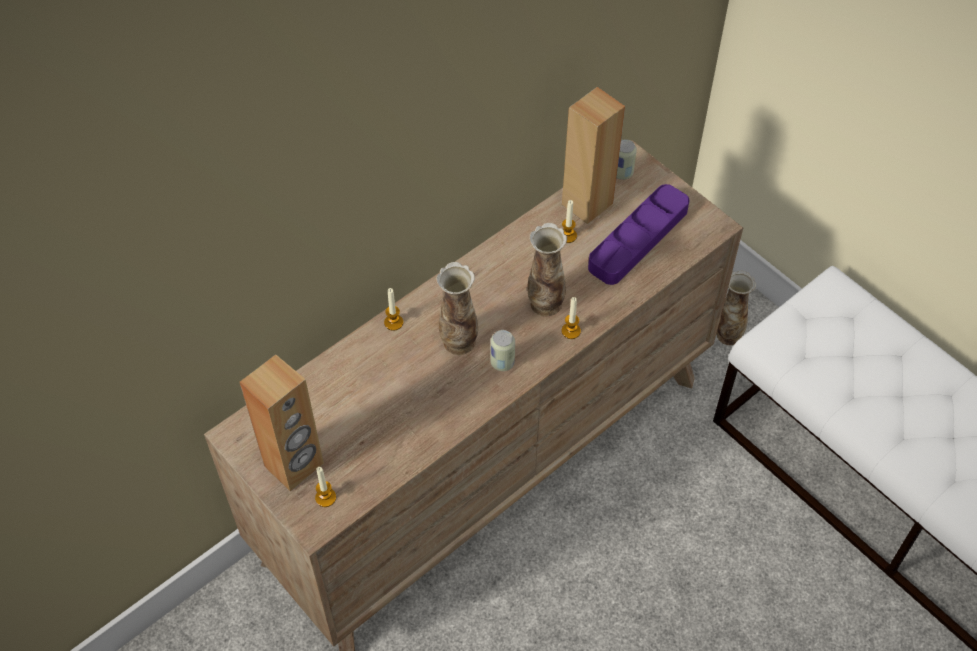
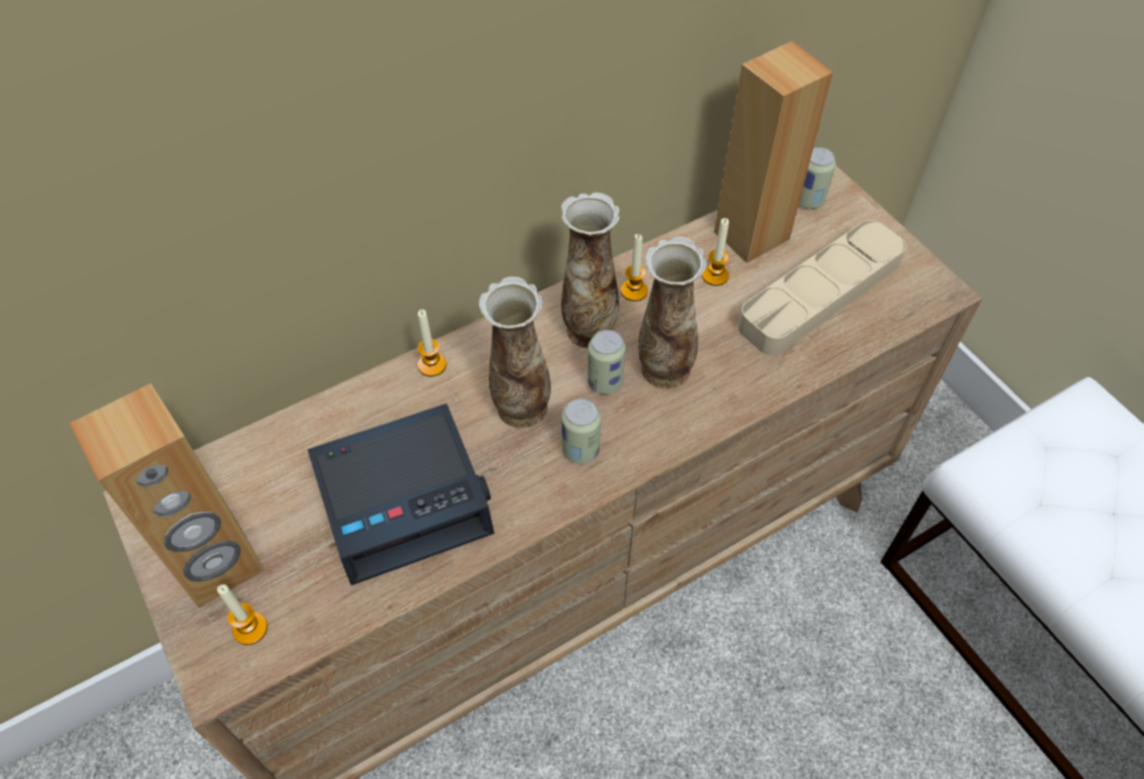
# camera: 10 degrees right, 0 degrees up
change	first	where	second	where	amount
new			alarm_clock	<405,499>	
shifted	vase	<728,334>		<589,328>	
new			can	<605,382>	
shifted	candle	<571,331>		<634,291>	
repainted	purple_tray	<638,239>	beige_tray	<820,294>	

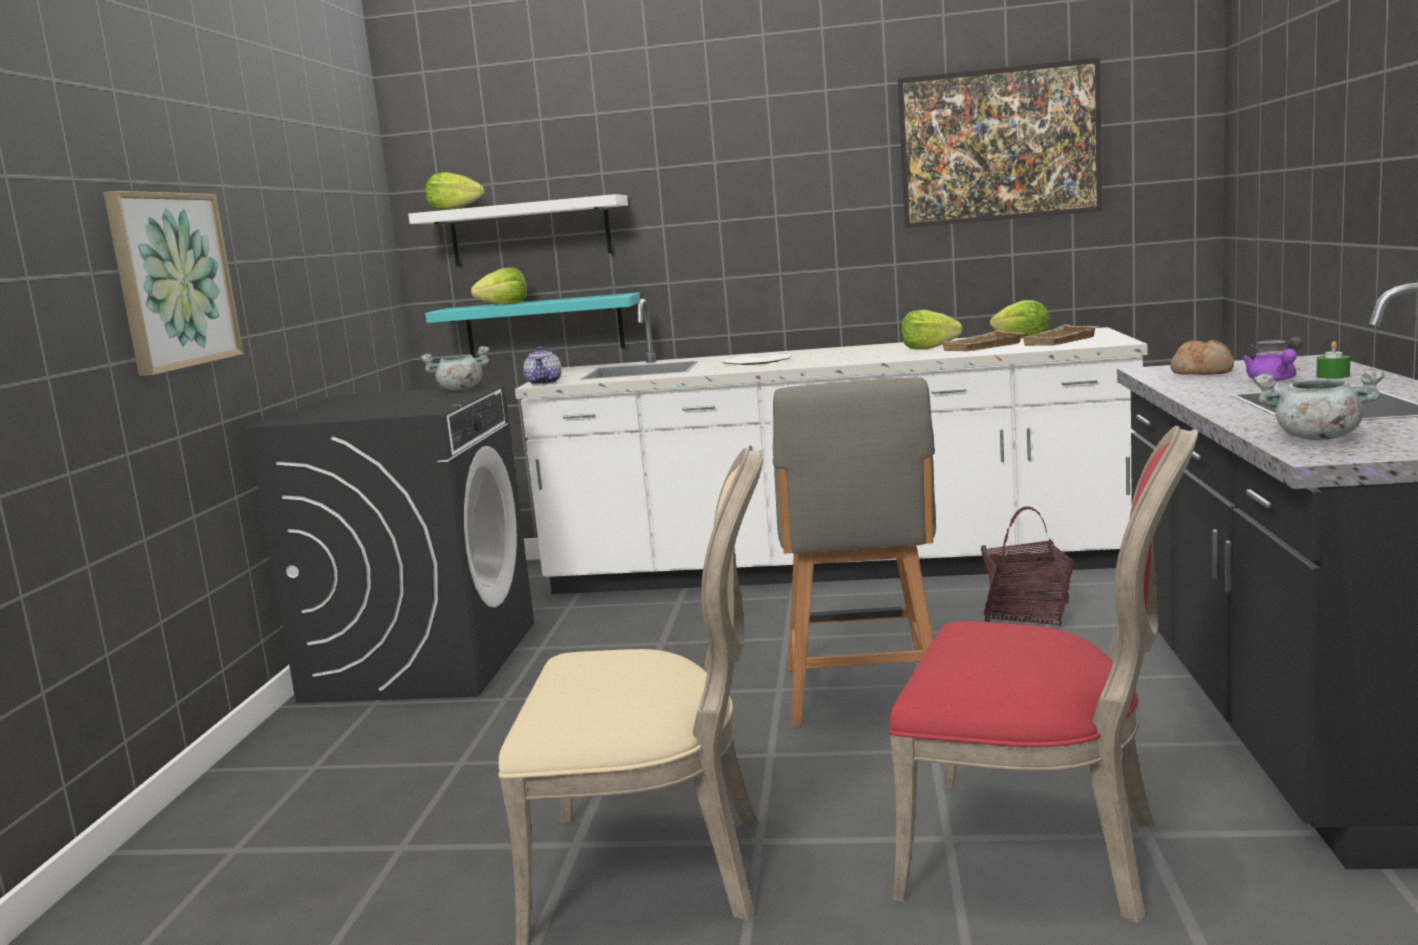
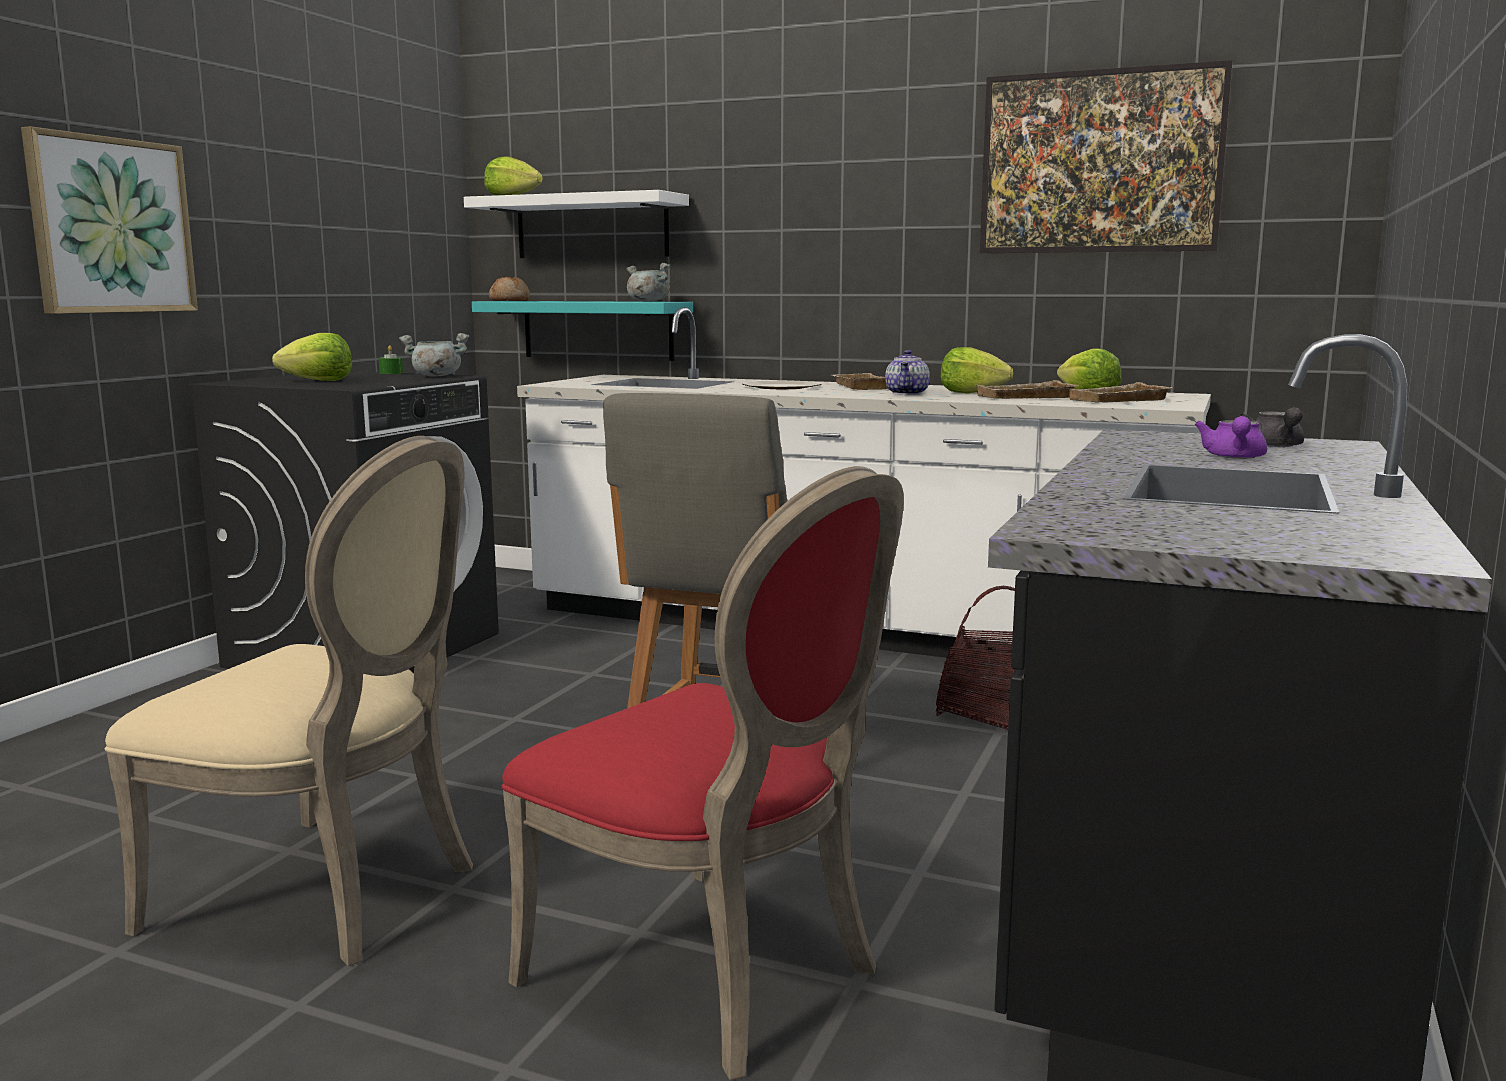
# camera: 15 degrees right, 0 degrees up
change	first	where	second	where	amount
shifted	lettuce	<504,304>		<318,380>	
shifted	green_candle	<1333,376>		<391,373>	
shifted	bread	<1202,372>		<510,300>	
shifted	grey_cooking_pot	<1315,438>		<647,301>	
new			beige_tray	<858,387>	
shifted	teapot	<544,383>		<907,393>	

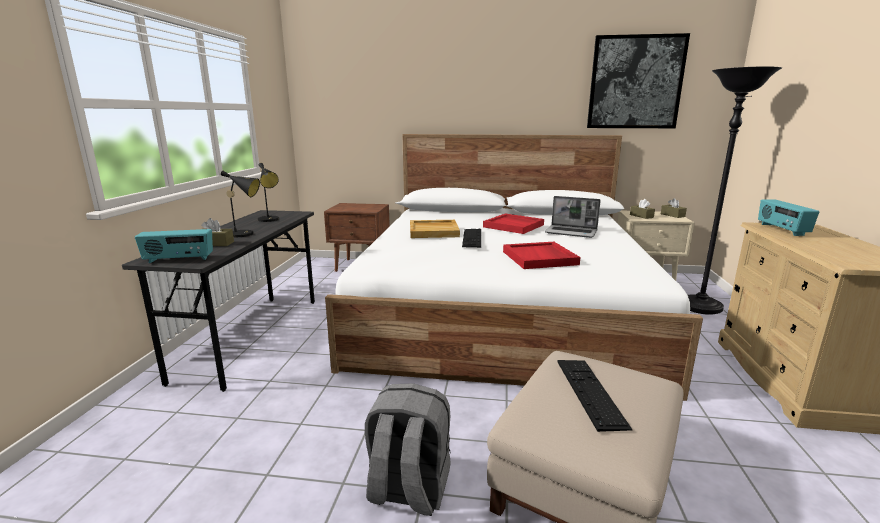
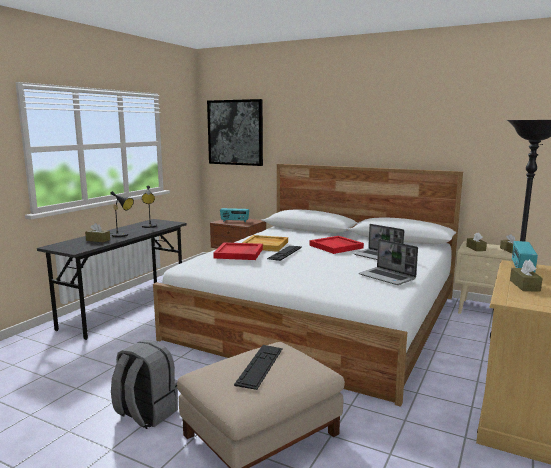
# camera: 20 degrees right, 5 degrees down
change	first	where	second	where	amount
shifted	picture	<635,82>		<235,132>	
shifted	red_tray	<540,258>		<239,253>	
shifted	radio	<179,260>		<234,221>	
new			laptop	<387,277>	
new			brown_tissue_box	<524,286>	

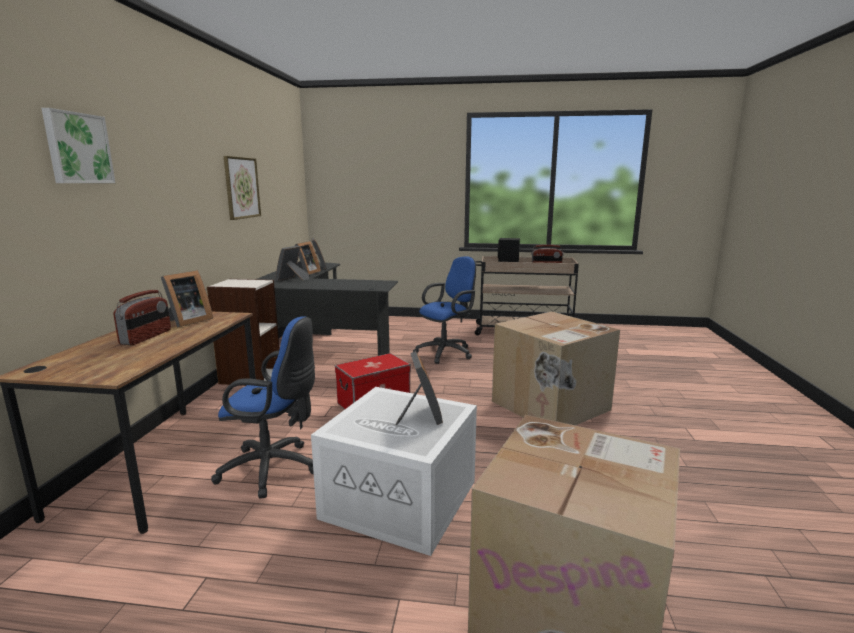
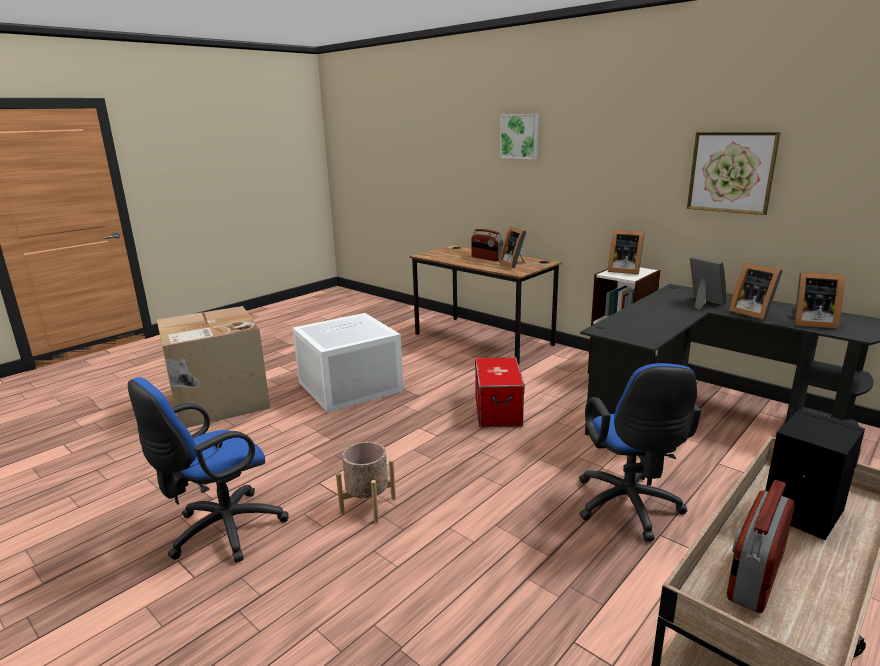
# camera: 125 degrees right, 5 degrees up
change	first	where	second	where	amount
shifted	blue_office_chair	<274,469>		<221,532>	
swapped	cardboard_box	<550,406>	beige_planter	<368,505>	
shifted	picture_frame	<420,416>		<623,270>	

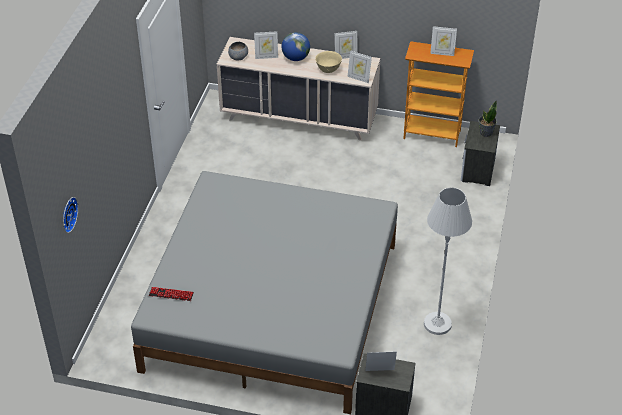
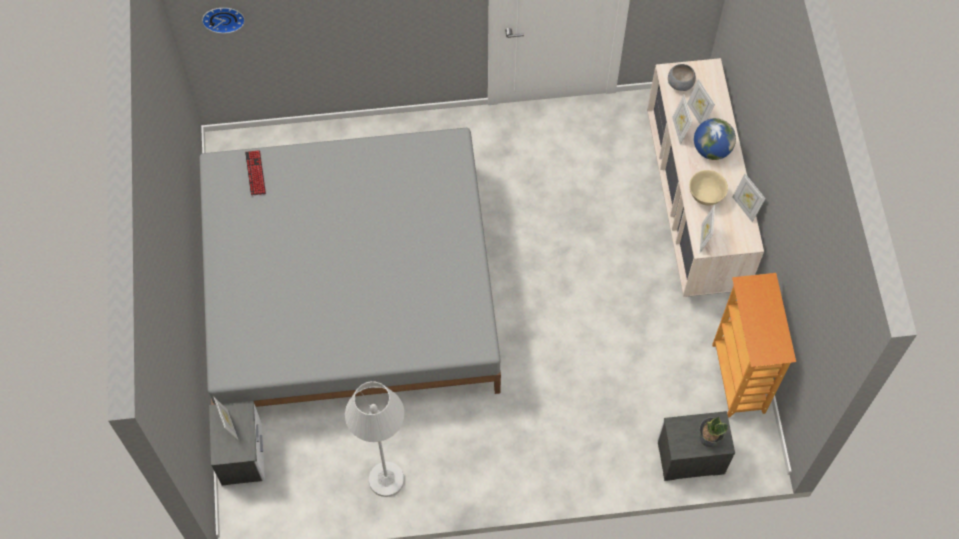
# camera: 70 degrees right, 20 degrees up
change	first	where	second	where	amount
shifted	picture_frame	<442,53>		<679,130>	

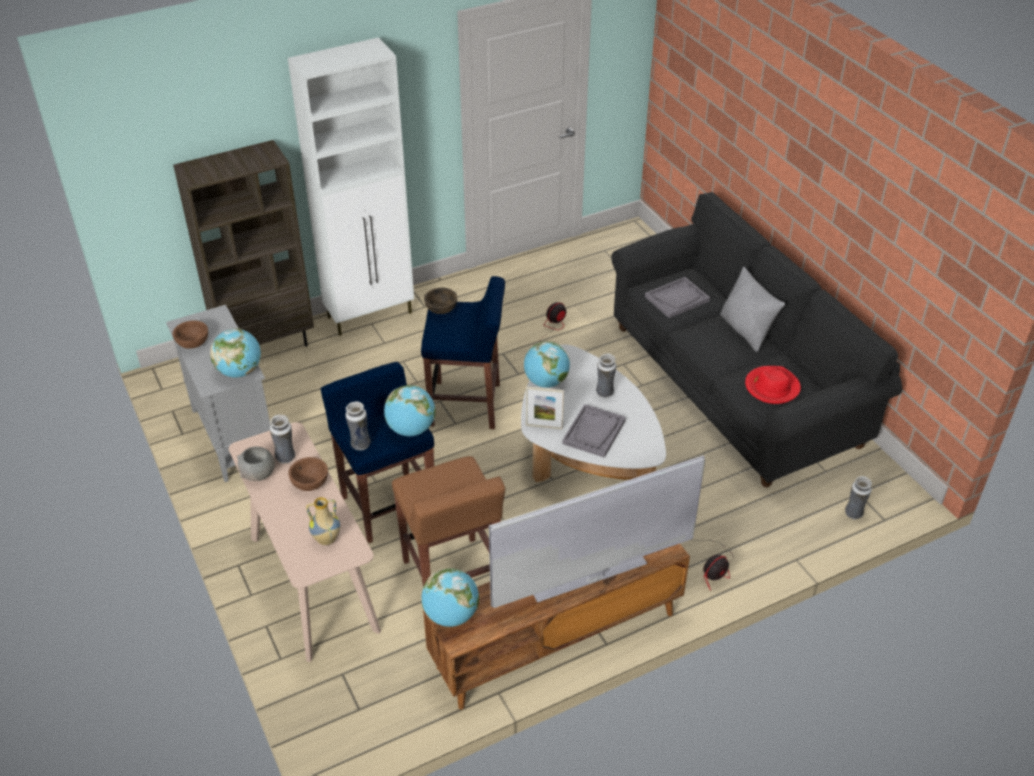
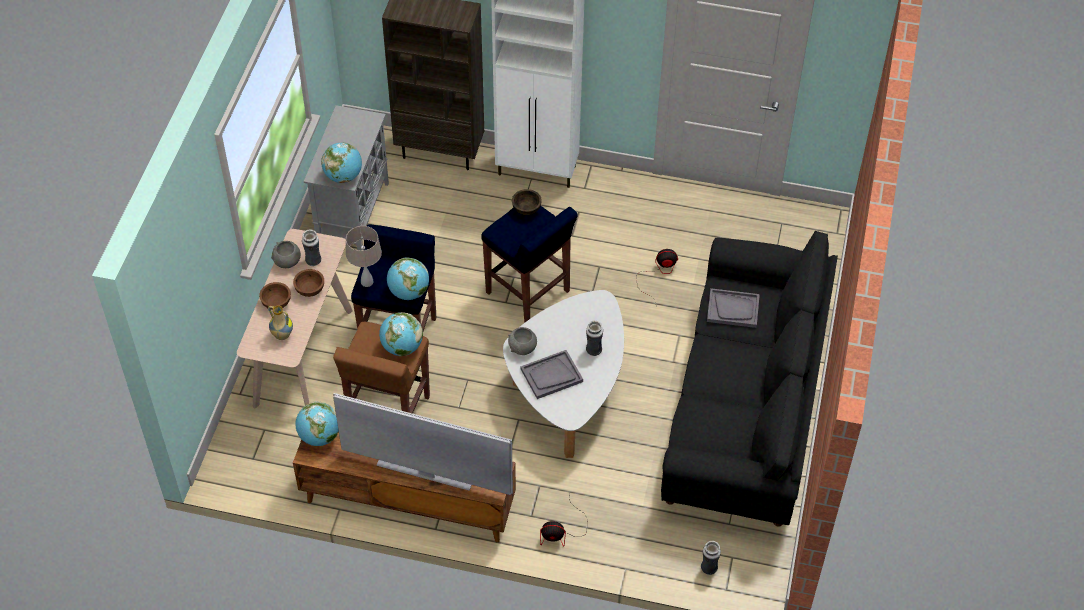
# camera: 40 degrees right, 10 degrees up
change	first	where	second	where	amount
shifted	brown_bowl	<193,343>		<276,302>	
swapped	vase	<360,444>	beige_table_lamp	<367,281>	
shifted	globe	<546,382>		<402,347>	
swapped	picture_frame	<544,426>	grey_bowl	<523,348>	
gone	grey_pillow	<746,331>			
gone	red_hat	<771,387>			

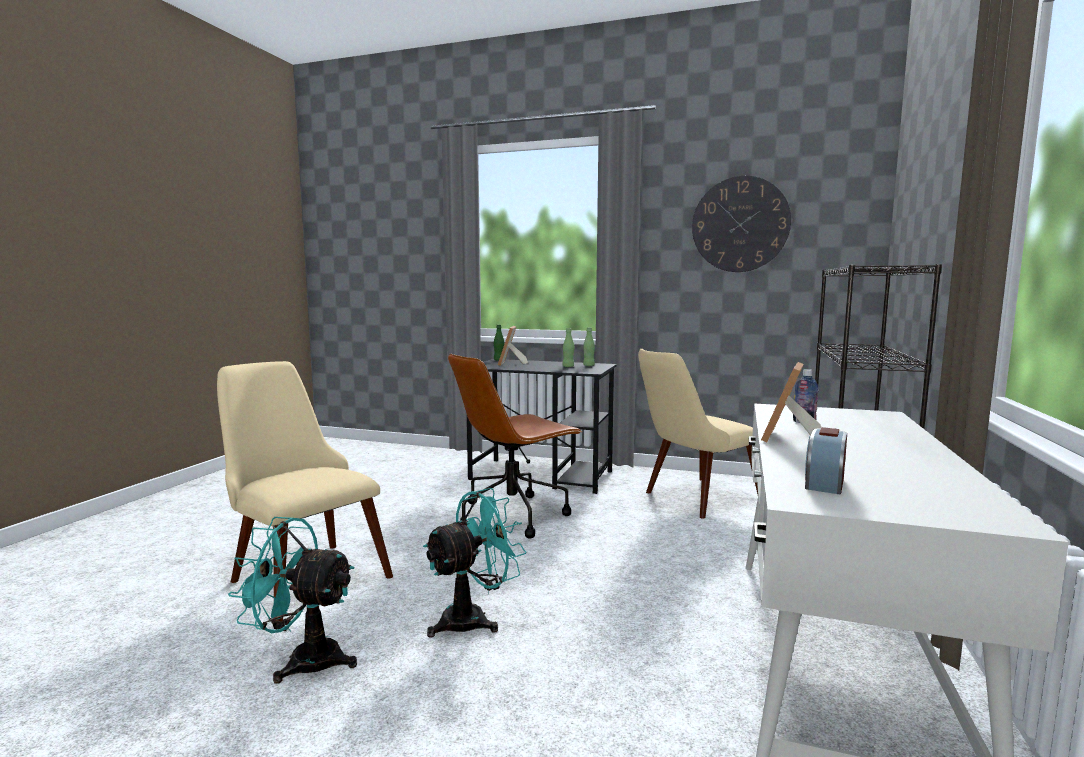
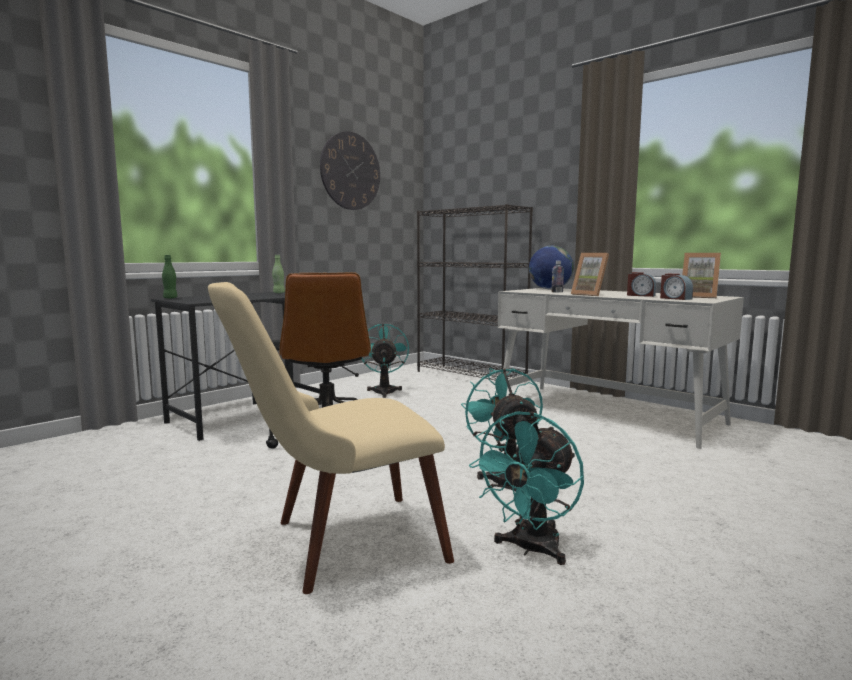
# camera: 65 degrees left, 0 degrees up
change	first	where	second	where	amount
swapped	beige_chair	<692,500>	turquoise_fan	<384,391>	
new			globe	<550,289>	
new			alarm_clock	<640,295>	
shifted	picture_frame	<511,364>		<698,297>	
gone	green_bottle	<568,366>			

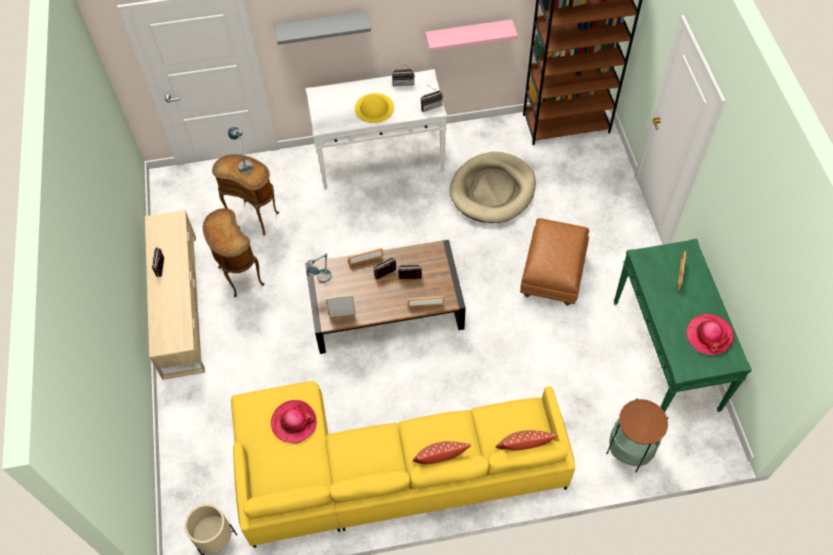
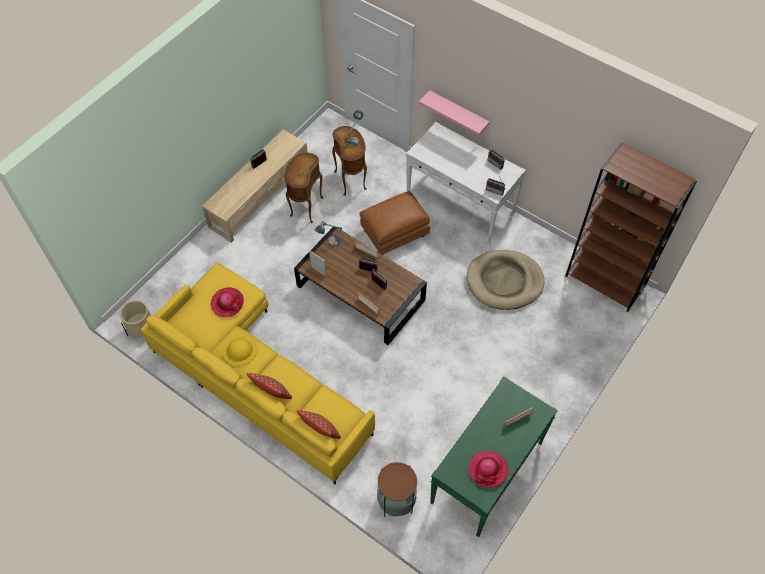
# camera: 45 degrees right, 0 degrees up
change	first	where	second	where	amount
shifted	yellow_hat	<374,108>		<240,350>	
shifted	brown_ottoman	<552,275>		<394,234>	
shifted	pink_shelf	<468,34>		<458,112>	
gone	grey_shelf	<322,27>			

